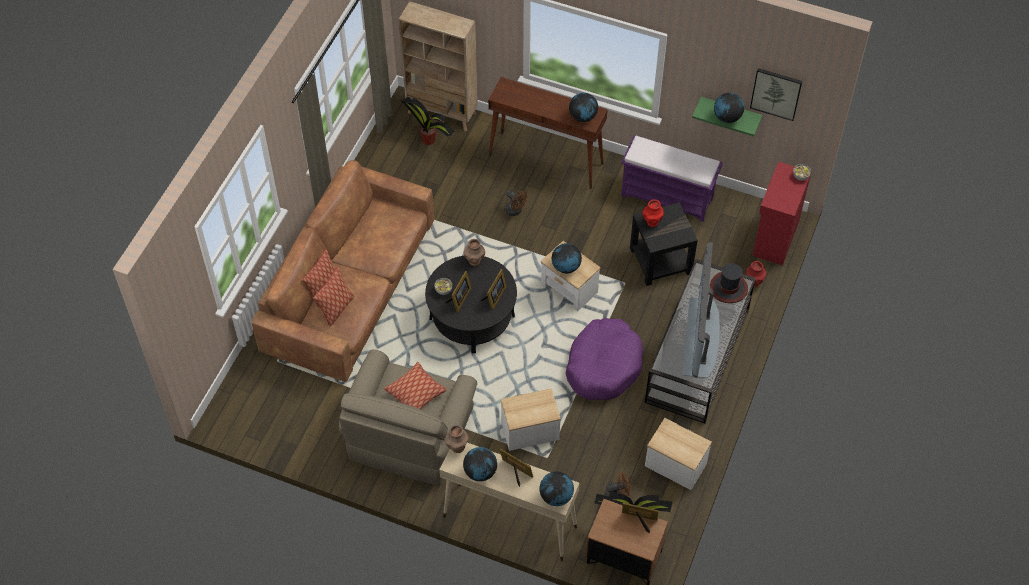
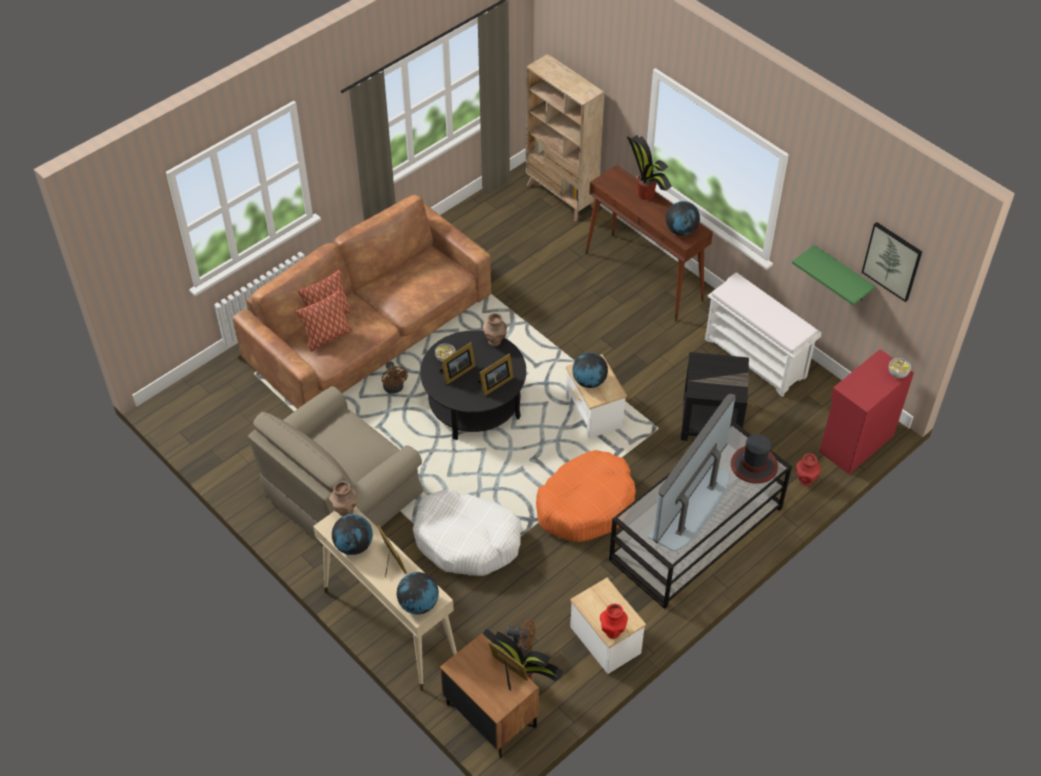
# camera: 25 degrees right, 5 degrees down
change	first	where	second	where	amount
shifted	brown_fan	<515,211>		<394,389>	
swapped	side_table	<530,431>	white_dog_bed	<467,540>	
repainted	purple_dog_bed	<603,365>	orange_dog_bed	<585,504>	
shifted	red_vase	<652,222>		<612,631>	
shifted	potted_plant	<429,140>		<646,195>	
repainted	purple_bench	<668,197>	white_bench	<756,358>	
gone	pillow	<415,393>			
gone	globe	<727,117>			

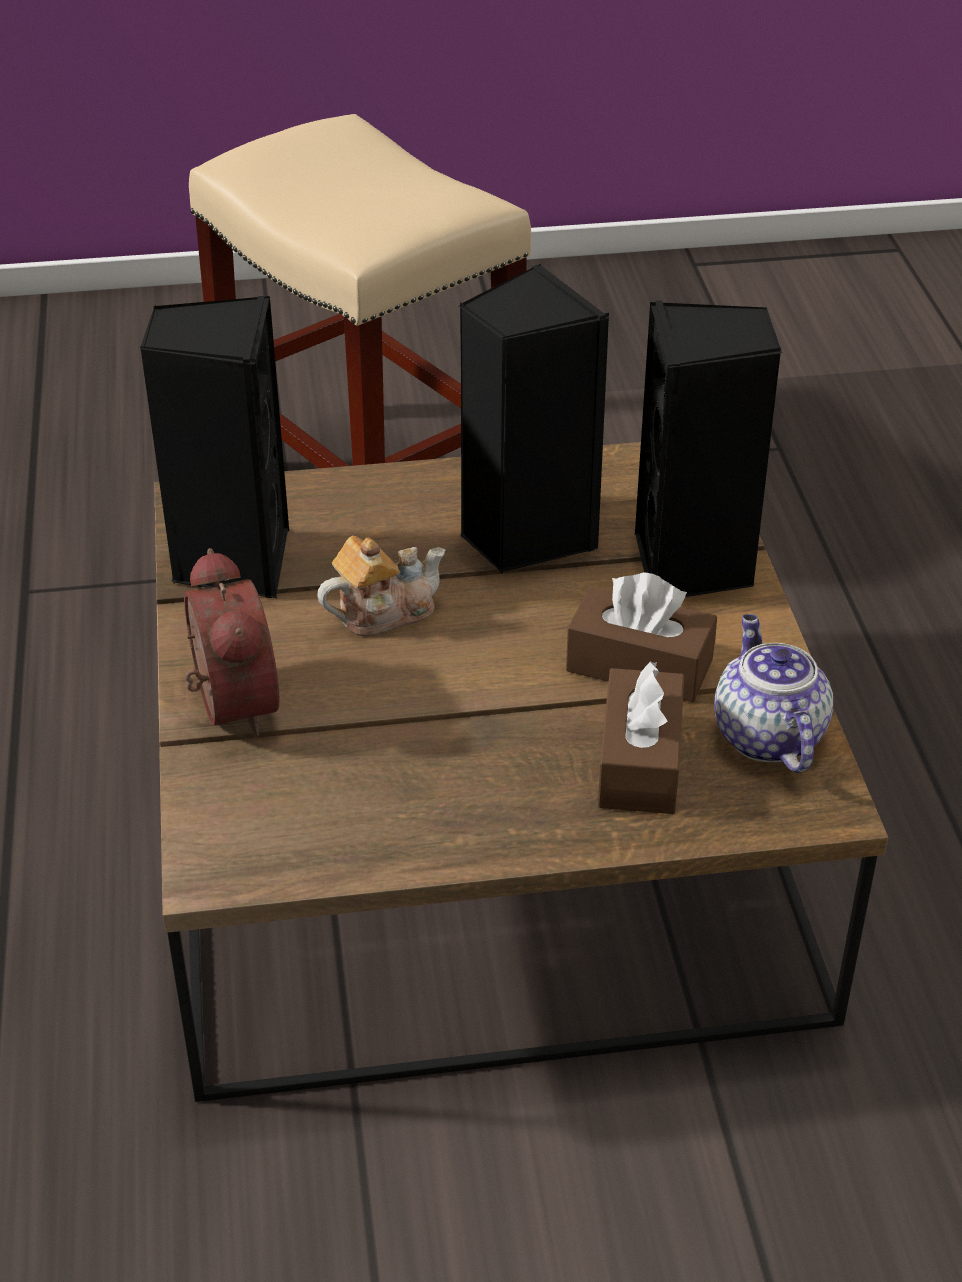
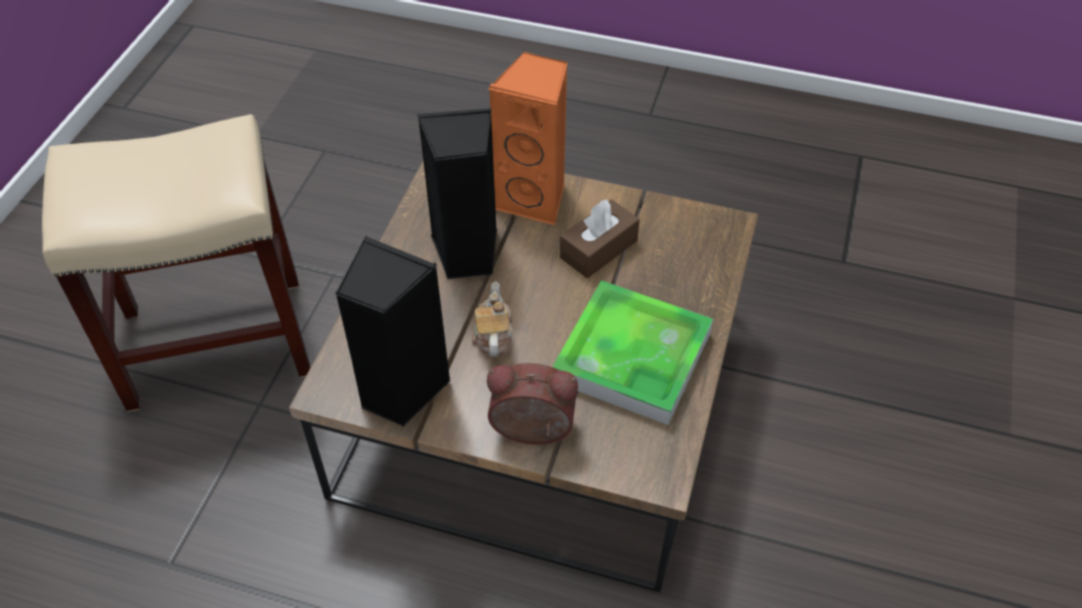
# camera: 65 degrees left, 10 degrees up
change	first	where	second	where	amount
repainted	black_speaker	<693,567>	orange_speaker	<534,199>	
new			tray	<632,357>	
gone	brown_tissue_box	<640,762>			
gone	teapot	<766,735>			

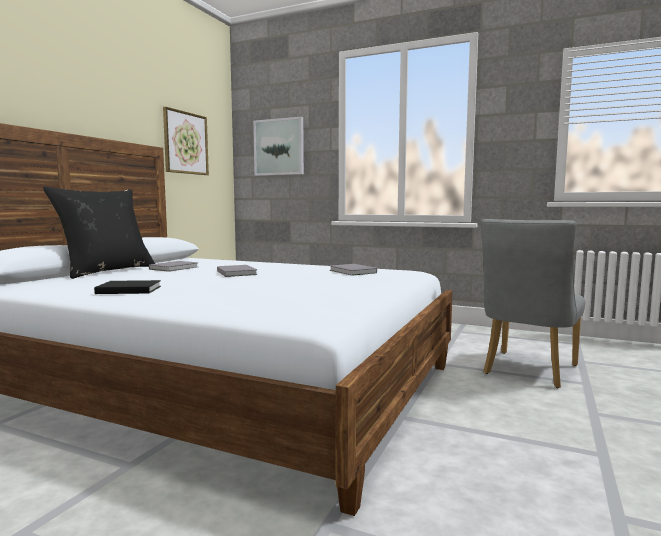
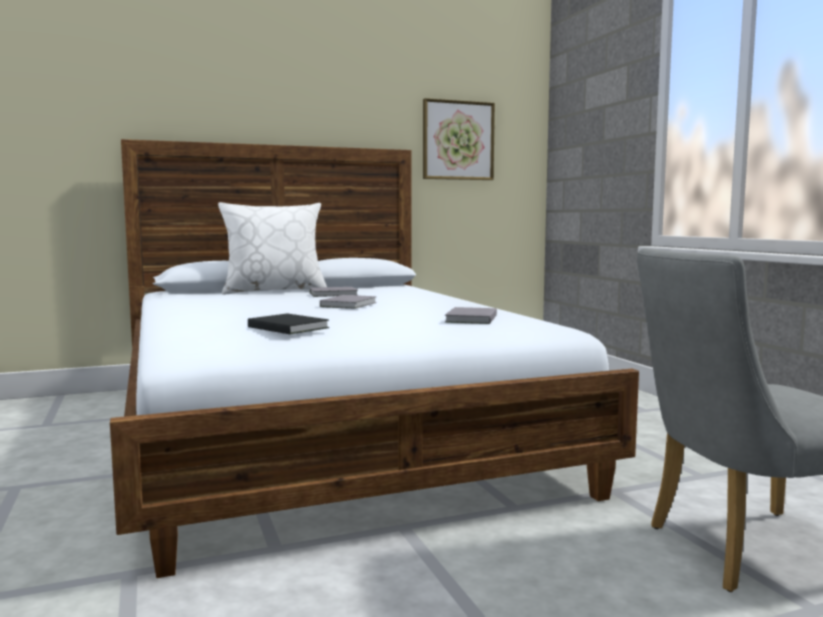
# camera: 45 degrees right, 0 degrees up
change	first	where	second	where	amount
repainted	black_pillow	<106,271>	white_pillow	<274,291>	
shifted	black_book	<128,290>		<288,327>	
gone	picture	<279,147>			

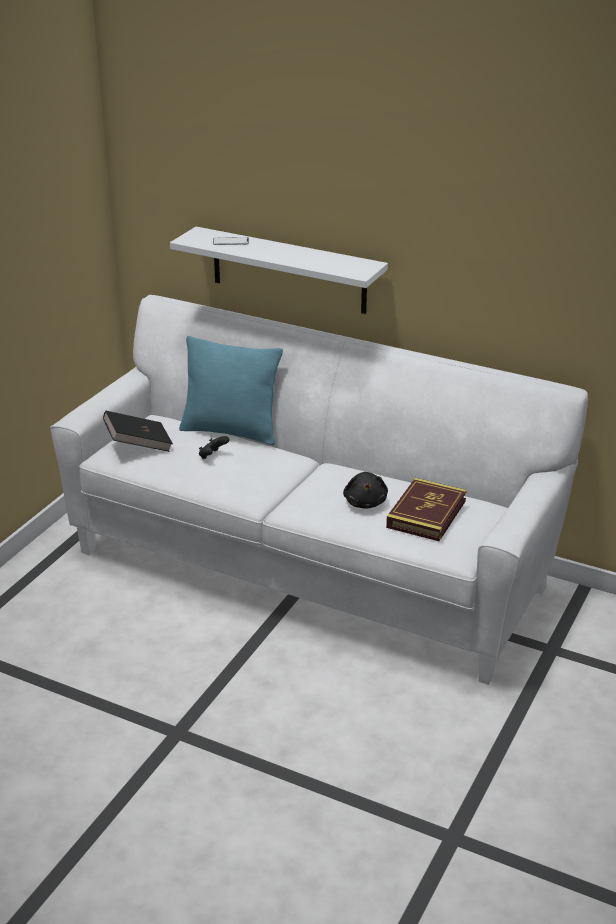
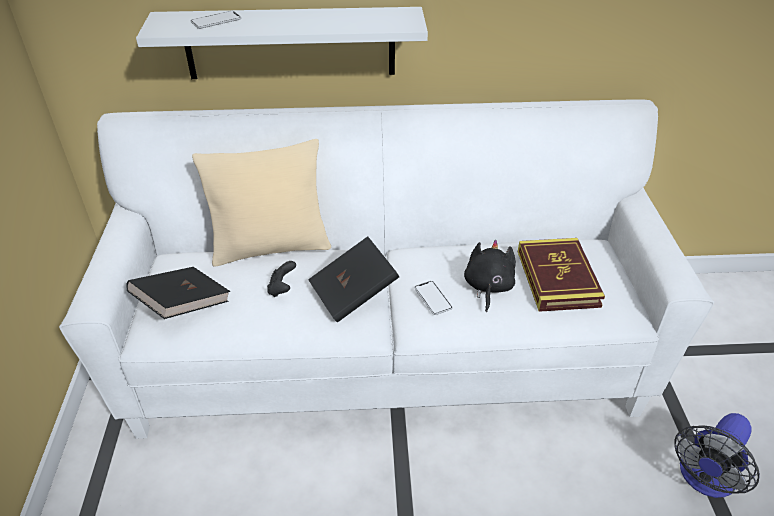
# camera: 30 degrees left, 10 degrees up
change	first	where	second	where	amount
repainted	turquoise_pillow	<231,431>	beige_pillow	<271,247>	
new			black_book	<354,294>	
new			phone	<433,298>	
rotated	black_plush_toy	<365,502>		<488,287>	135 degrees counterclockwise
new			fan	<704,479>	

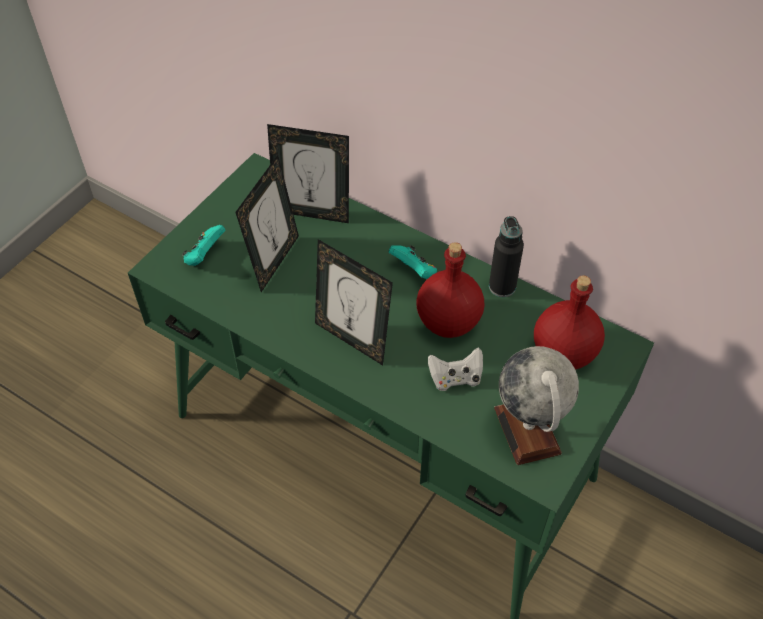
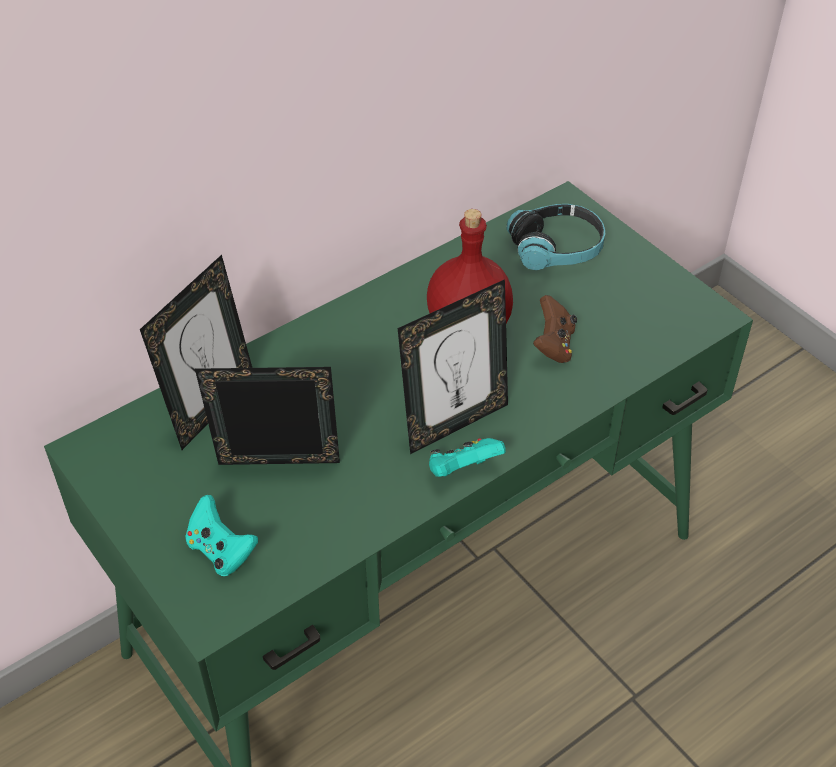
# camera: 70 degrees left, 5 degrees down
change	first	where	second	where	amount
rotated	picture_frame	<274,261>		<278,471>	45 degrees counterclockwise
shifted	turquoise_game_controller	<414,271>		<463,470>	
swapped	red_bottle	<564,354>	headphones	<556,249>	
repainted	white_game_controller	<455,378>	brown_game_controller	<553,345>	
gone	black_bottle	<502,287>			
gone	globe	<527,430>			

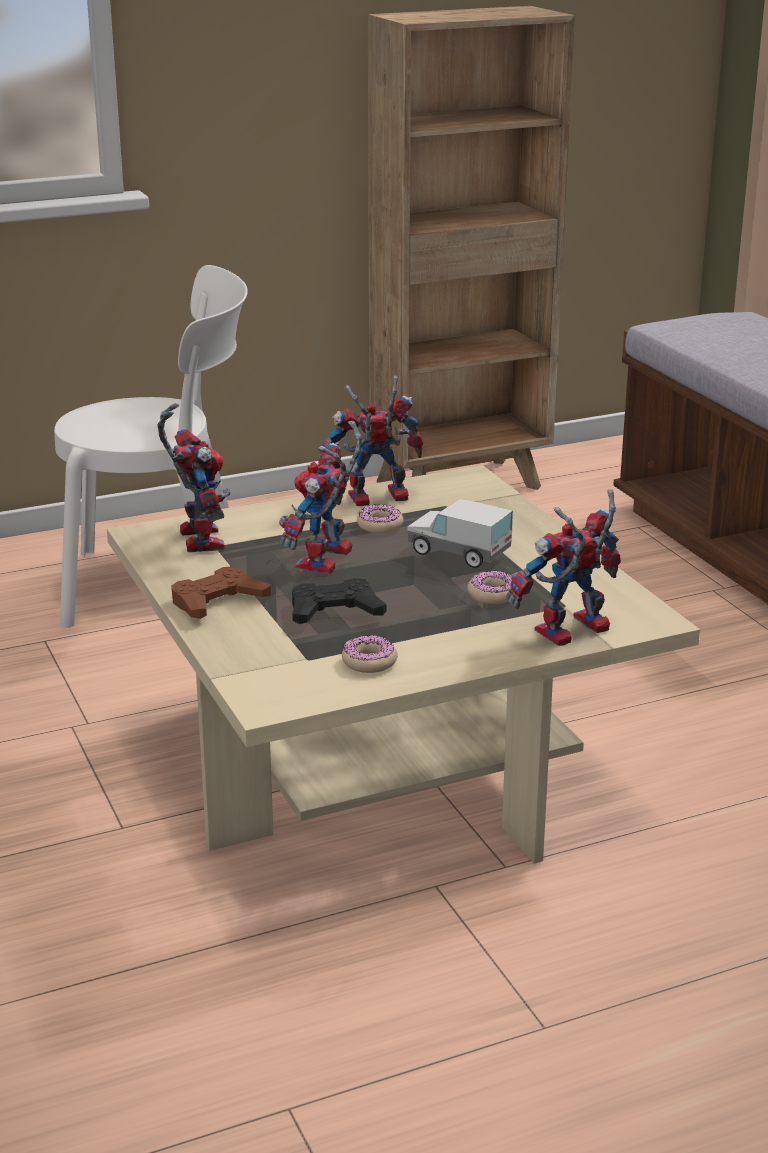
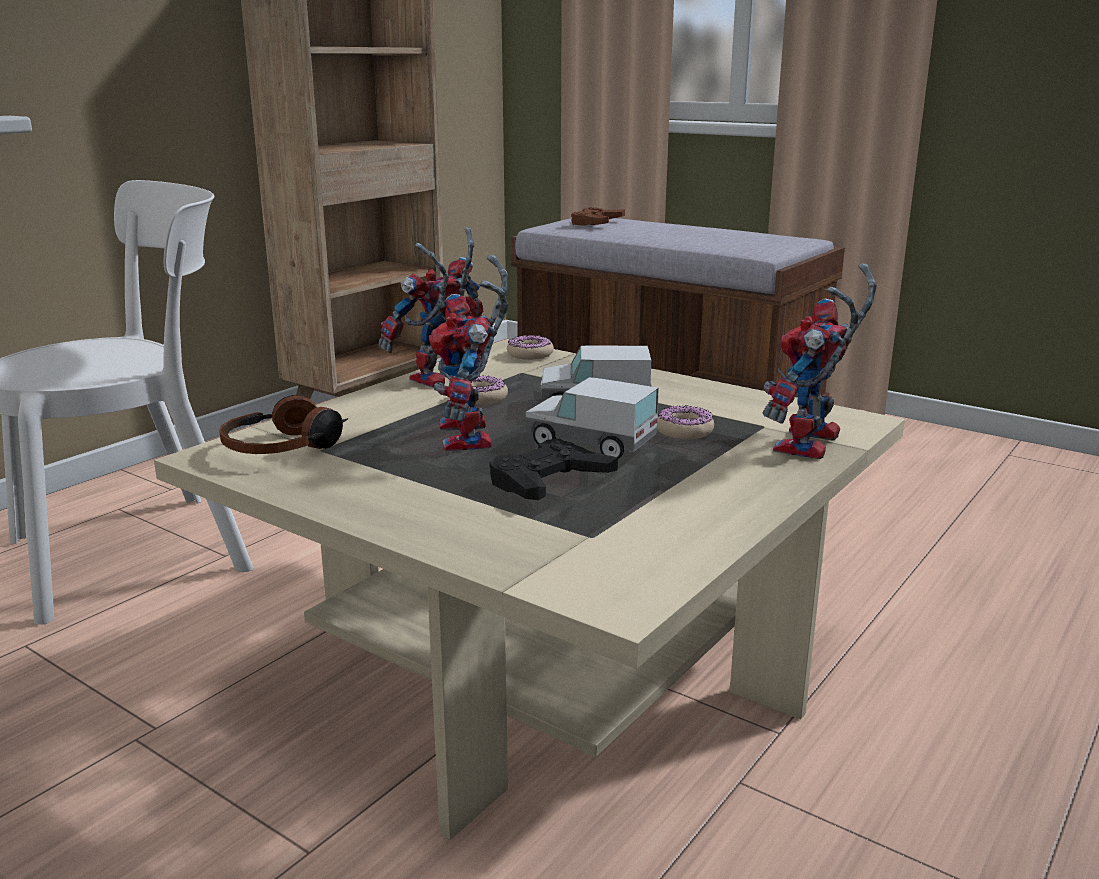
# camera: 30 degrees left, 5 degrees down
change	first	where	second	where	amount
swapped	toy_robot	<196,538>	headphones	<286,446>	
shifted	donut	<369,662>		<530,354>	
new			toy_truck	<591,444>	
shifted	brown_game_controller	<218,602>		<596,223>	

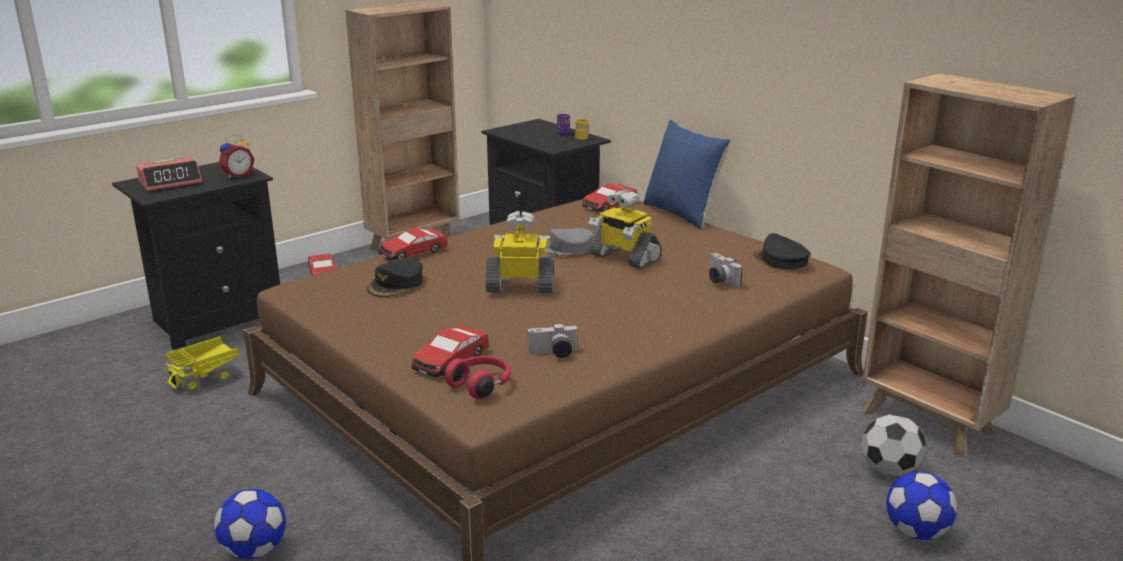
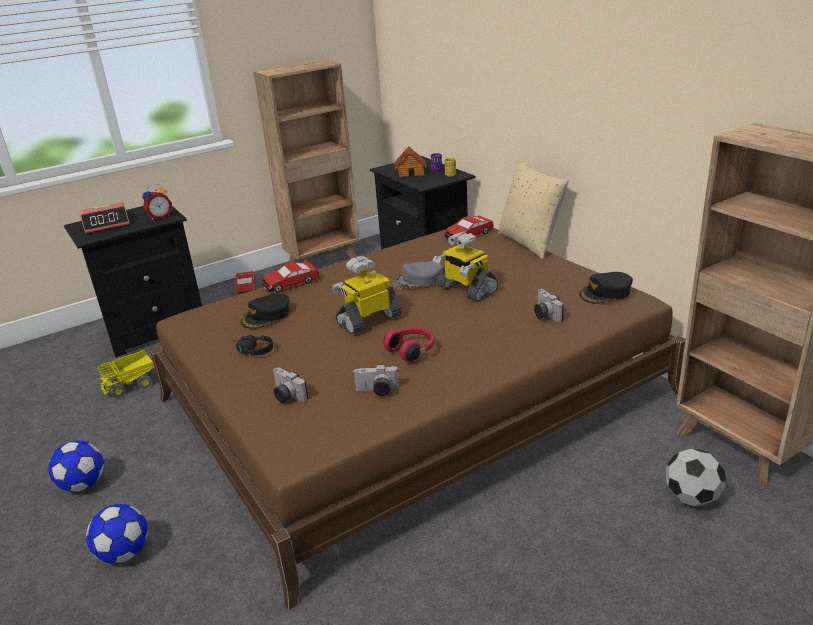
# camera: 10 degrees right, 5 degrees up
change	first	where	second	where	amount
shifted	football	<916,532>		<83,484>	
new			black_headphones	<251,351>	
swapped	toy_car	<450,360>	photo_camera	<286,396>	
rotated	toy_robot	<521,286>		<368,319>	45 degrees counterclockwise
shifted	red_headphones	<481,385>		<412,350>	
new			toy_house	<411,172>	
repainted	blue_pillow	<682,213>	beige_pillow	<530,243>	
rotated	black_cap	<780,260>		<606,293>	90 degrees counterclockwise

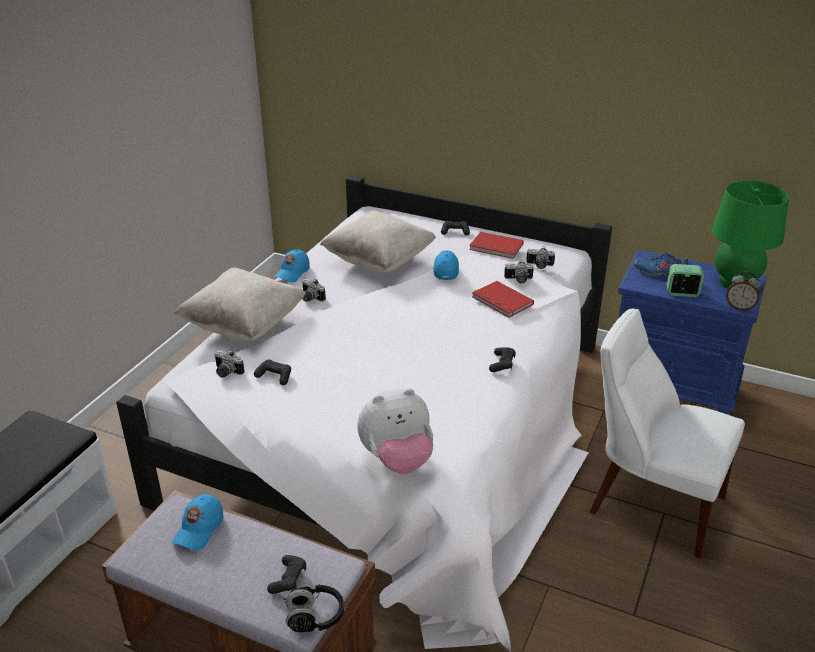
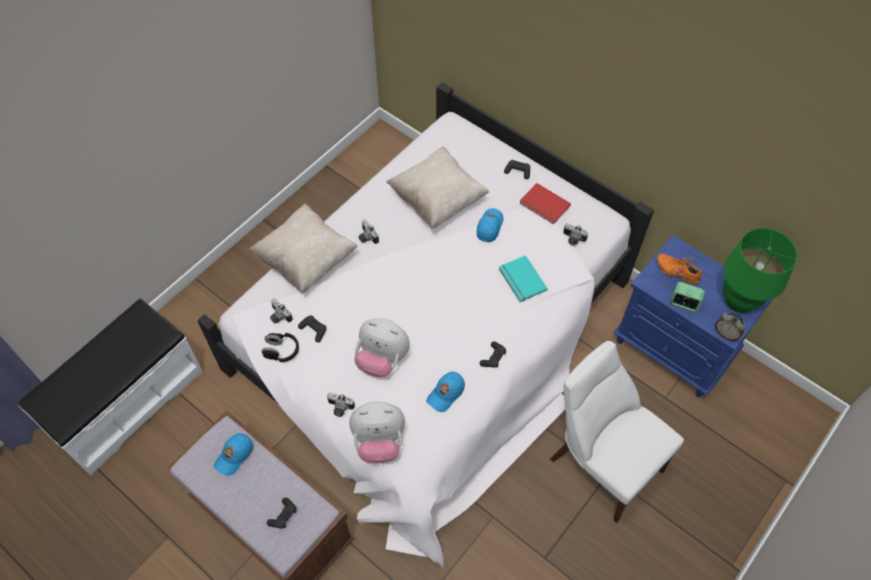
# camera: 15 degrees right, 25 degrees up
change	first	where	second	where	amount
shifted	black_headphones	<315,617>		<281,351>	
shifted	photo_camera	<518,280>		<339,408>	
new			plush_toy	<382,359>	
shifted	blue_cap	<292,273>		<446,394>	
repainted	red_book	<501,302>	turquoise_book	<521,280>	
repainted	blue_shoe	<660,272>	orange_shoe	<677,271>	

